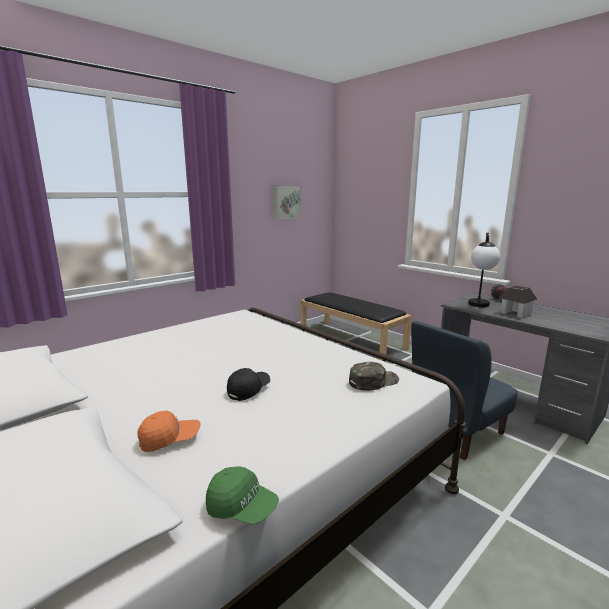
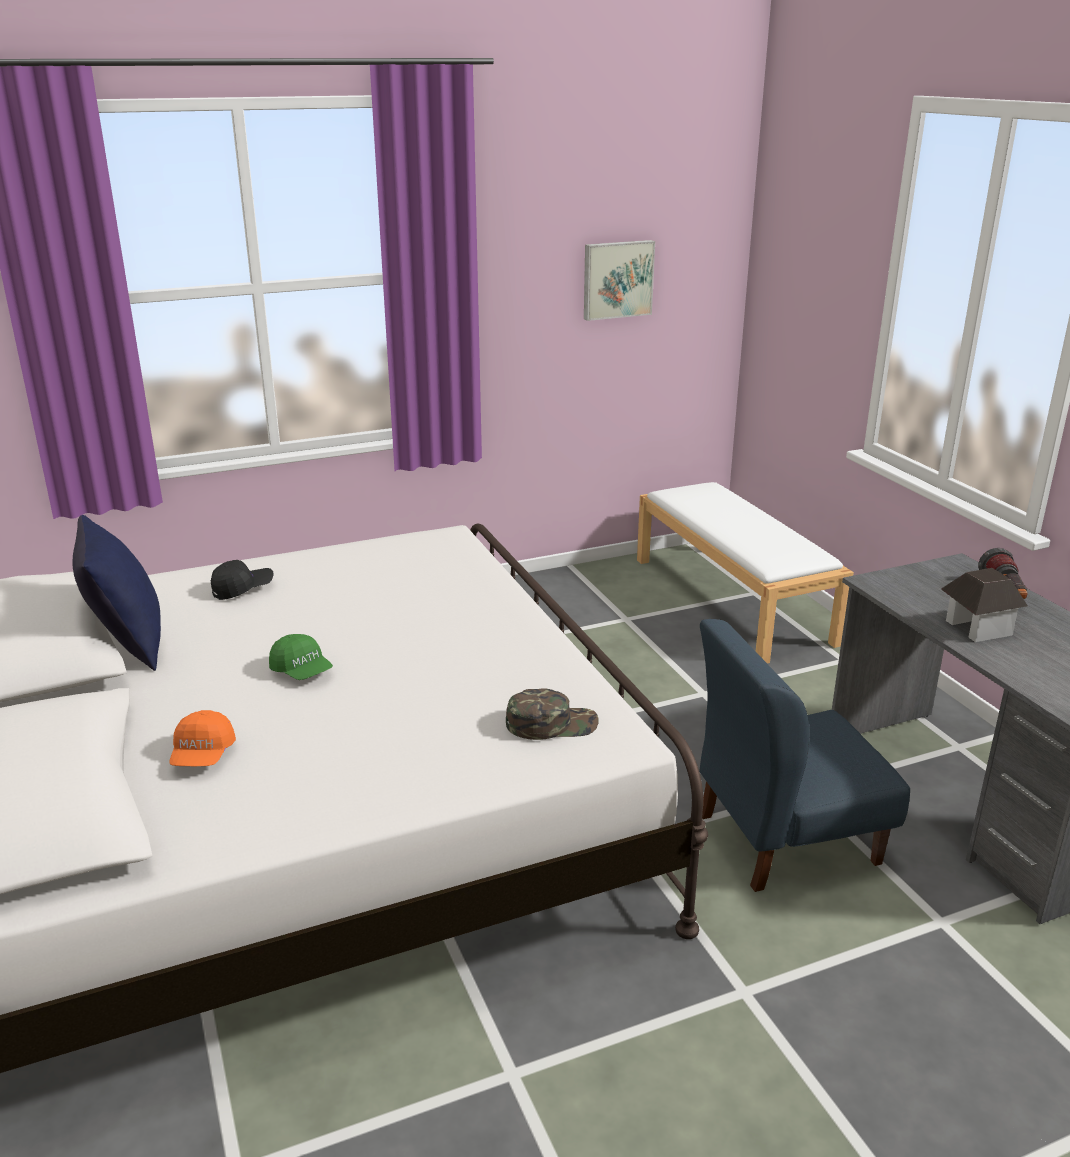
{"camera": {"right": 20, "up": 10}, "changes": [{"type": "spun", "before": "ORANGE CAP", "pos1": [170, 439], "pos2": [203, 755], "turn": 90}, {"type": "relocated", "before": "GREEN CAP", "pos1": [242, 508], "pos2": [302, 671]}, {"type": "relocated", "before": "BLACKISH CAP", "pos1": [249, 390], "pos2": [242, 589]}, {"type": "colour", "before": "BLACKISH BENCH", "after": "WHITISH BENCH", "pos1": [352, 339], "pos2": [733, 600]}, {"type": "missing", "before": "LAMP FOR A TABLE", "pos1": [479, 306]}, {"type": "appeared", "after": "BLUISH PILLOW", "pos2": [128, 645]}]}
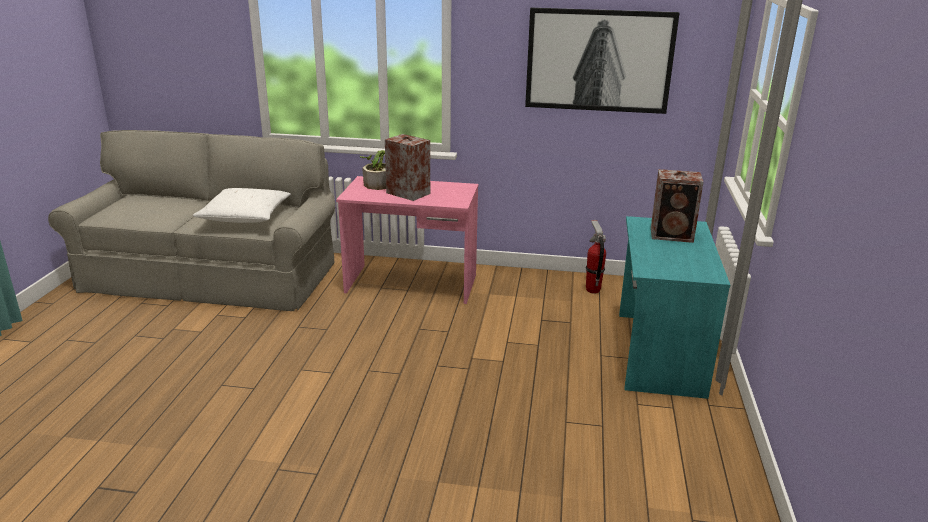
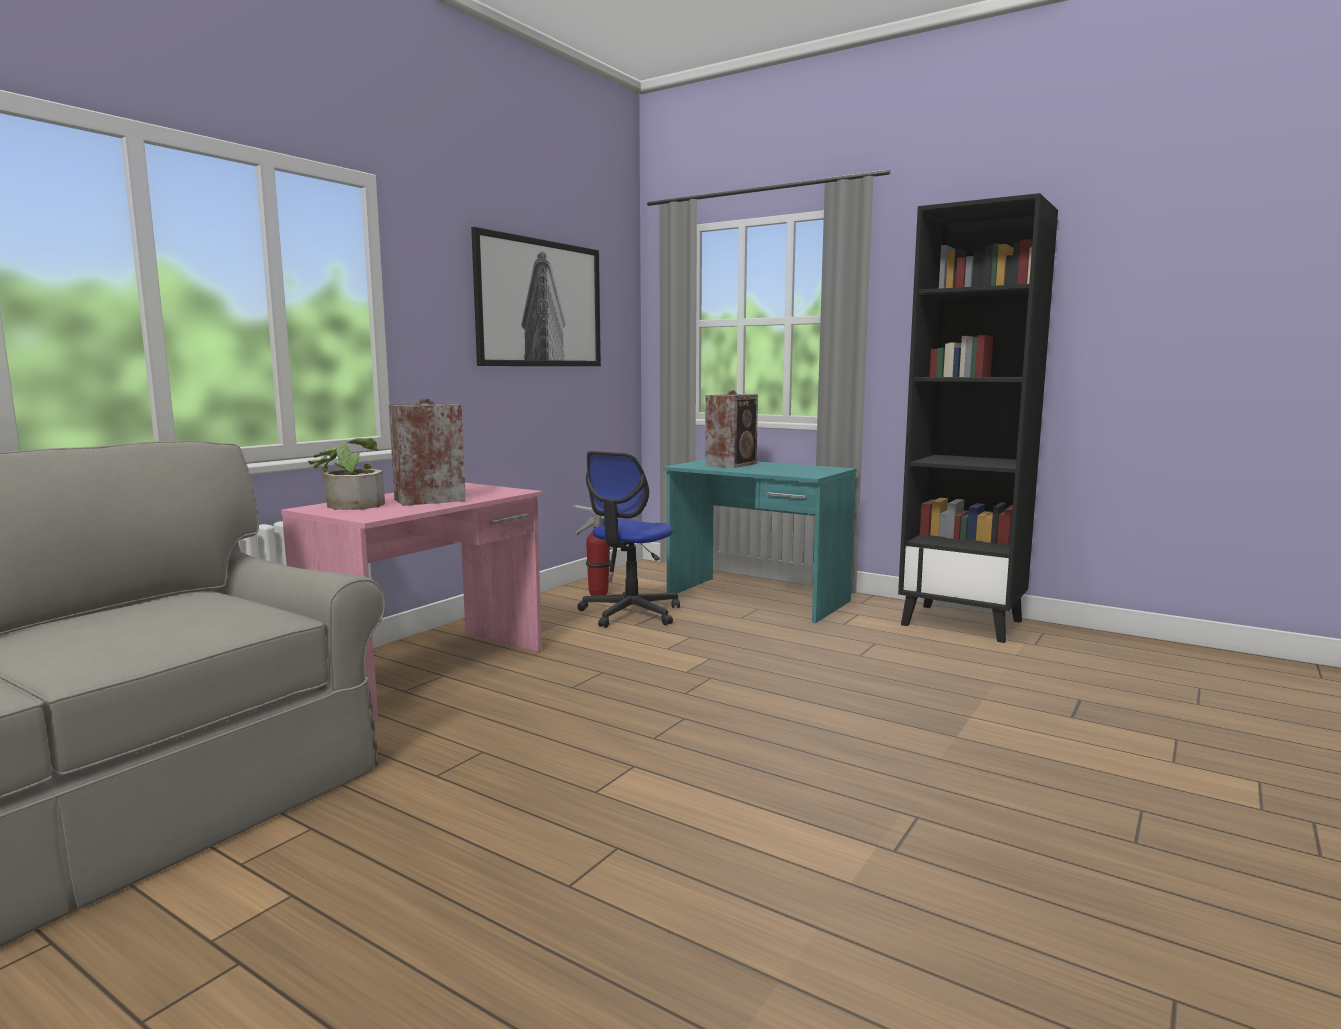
{"camera": {"right": -65, "up": -15}, "changes": [{"type": "missing", "before": "WHITISH PILLOW", "pos1": [245, 216]}, {"type": "appeared", "after": "DESK CHAIR", "pos2": [630, 613]}, {"type": "appeared", "after": "BLACKISH SHELVING UNIT", "pos2": [963, 623]}]}
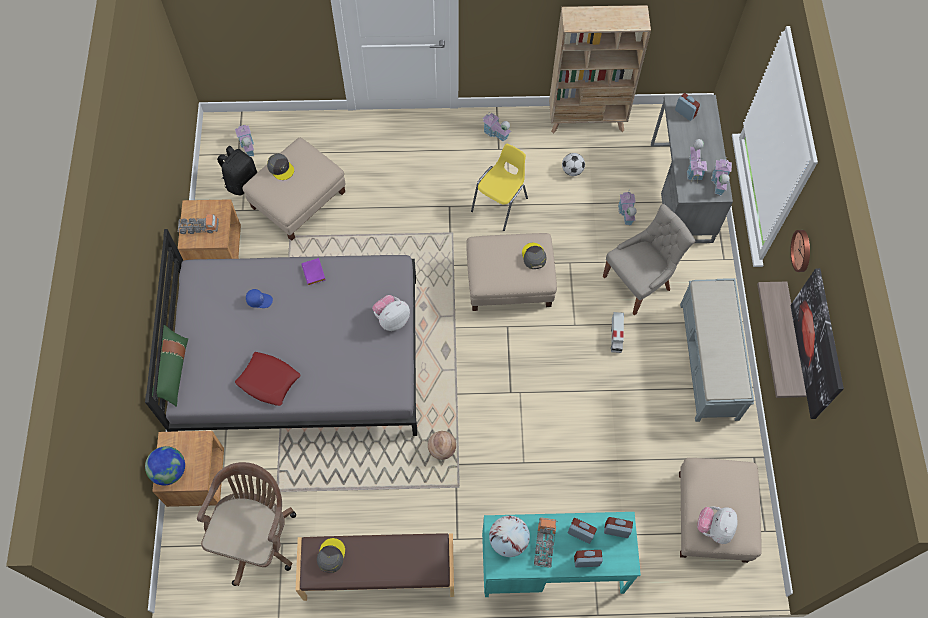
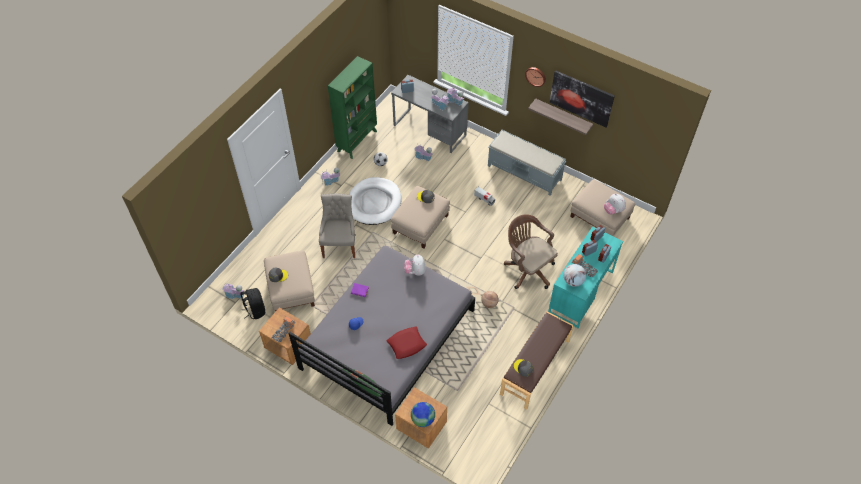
{"camera": {"right": -55, "up": -10}, "changes": [{"type": "relocated", "before": "BROWN DESK CHAIR", "pos1": [256, 535], "pos2": [527, 269]}, {"type": "exchanged", "before": "YELLOWISH PLAIN CHAIR", "after": "WHITISH DOG BED", "pos1": [500, 205], "pos2": [374, 203]}, {"type": "colour", "before": "SAND-COLOURED SHELVING UNIT", "after": "GREEN SHELVING UNIT", "pos1": [587, 120], "pos2": [357, 141]}, {"type": "relocated", "before": "GREY PLAIN CHAIR", "pos1": [638, 283], "pos2": [340, 245]}]}
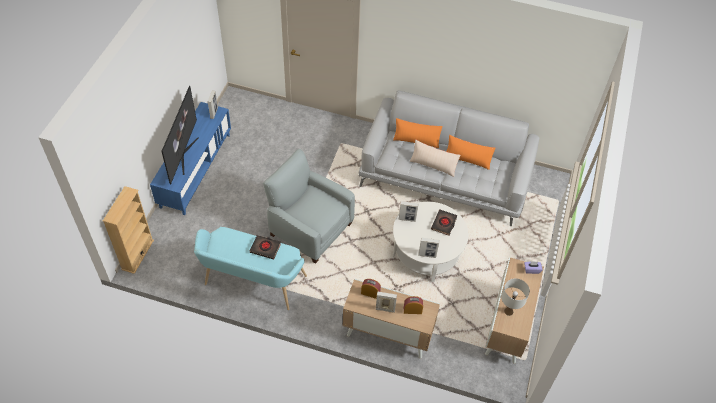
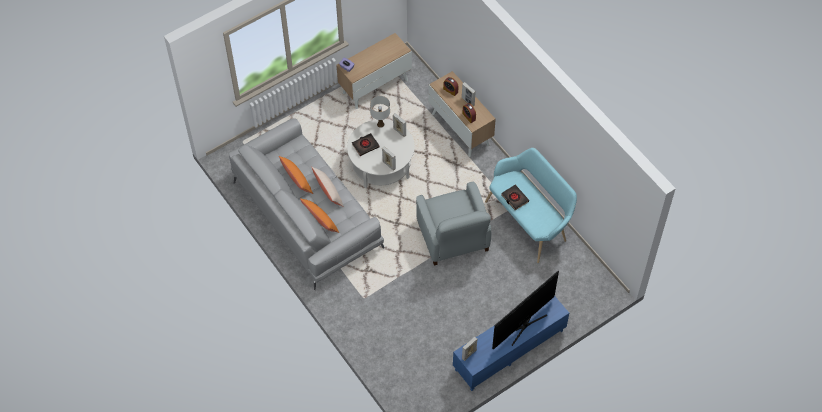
{"camera": {"right": -140, "up": 5}, "changes": [{"type": "missing", "before": "SAND-COLOURED SHELVING UNIT", "pos1": [137, 254]}, {"type": "relocated", "before": "WHITISH LAMP FOR A TABLE", "pos1": [508, 311], "pos2": [380, 124]}]}
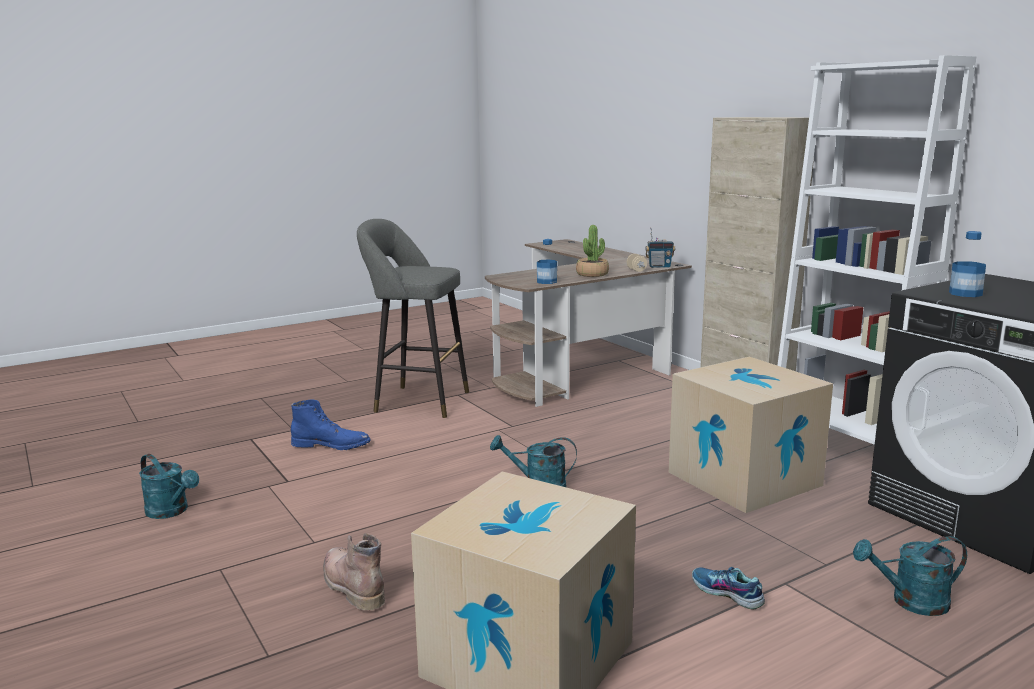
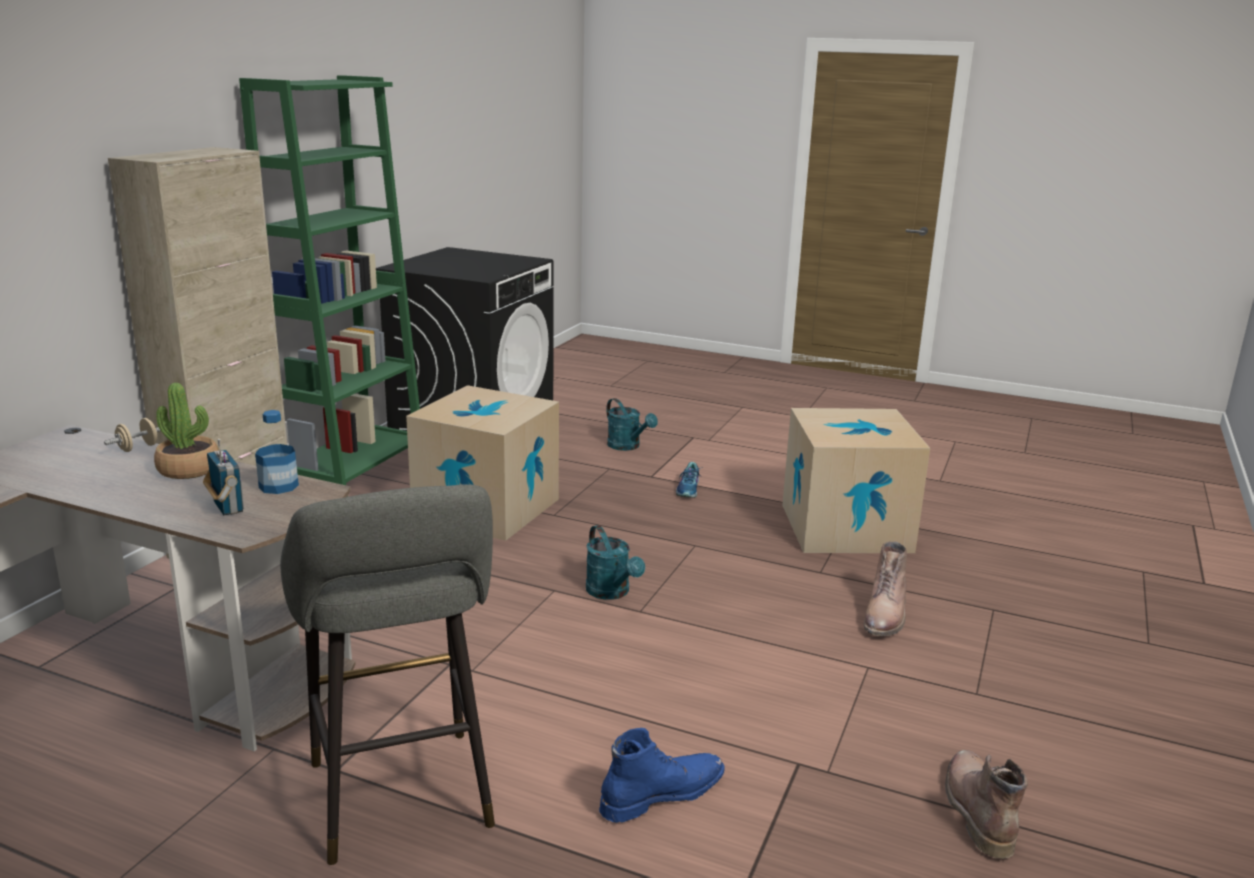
{"camera": {"right": -125, "up": 5}, "changes": [{"type": "exchanged", "before": "TURQUOISE WATERING CAN", "after": "BROWN HIGH-TOP BOOT", "pos1": [171, 511], "pos2": [976, 809]}, {"type": "spun", "before": "BLUISH HIGH-TOP BOOT", "pos1": [331, 445], "pos2": [662, 793], "turn": 90}, {"type": "relocated", "before": "RADIO", "pos1": [659, 266], "pos2": [227, 507]}, {"type": "colour", "before": "WHITISH SHELVING UNIT", "after": "GREEN SHELVING UNIT", "pos1": [843, 444], "pos2": [356, 481]}, {"type": "missing", "before": "DRINK BOTTLE", "pos1": [965, 293]}]}
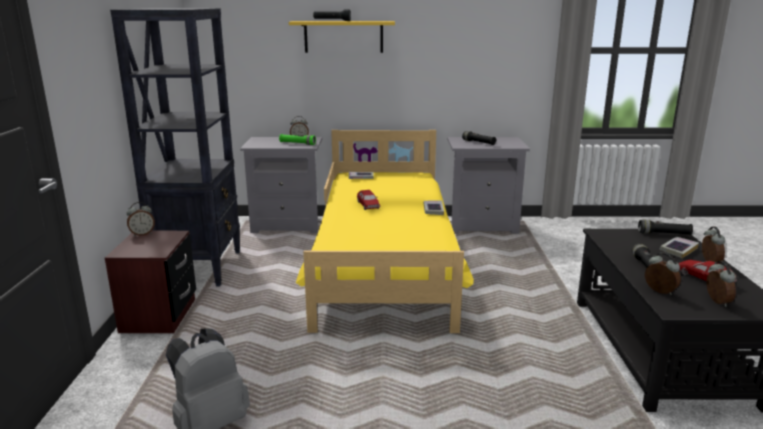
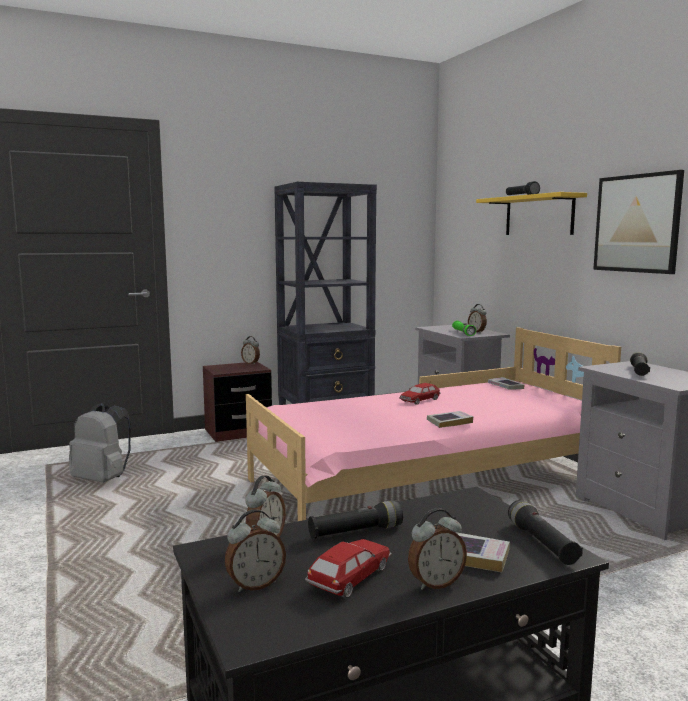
{"camera": {"right": 65, "up": -10}, "changes": [{"type": "colour", "before": "YELLOWISH SLEEPING BED", "after": "PINKISH SLEEPING BED", "pos1": [385, 263], "pos2": [429, 480]}, {"type": "appeared", "after": "PICTURE", "pos2": [637, 223]}]}
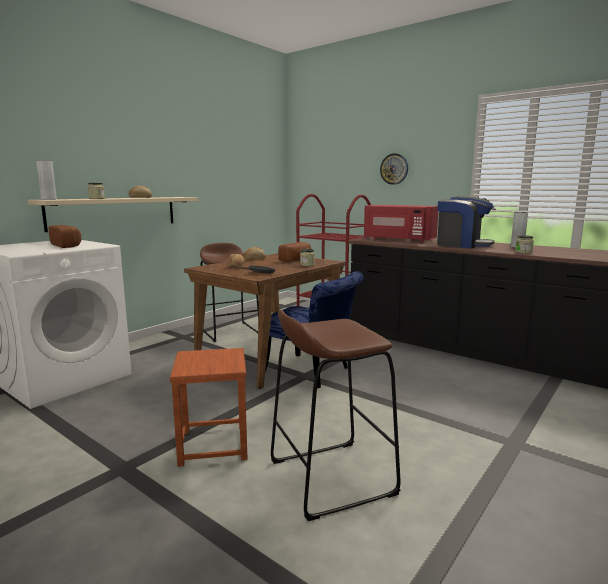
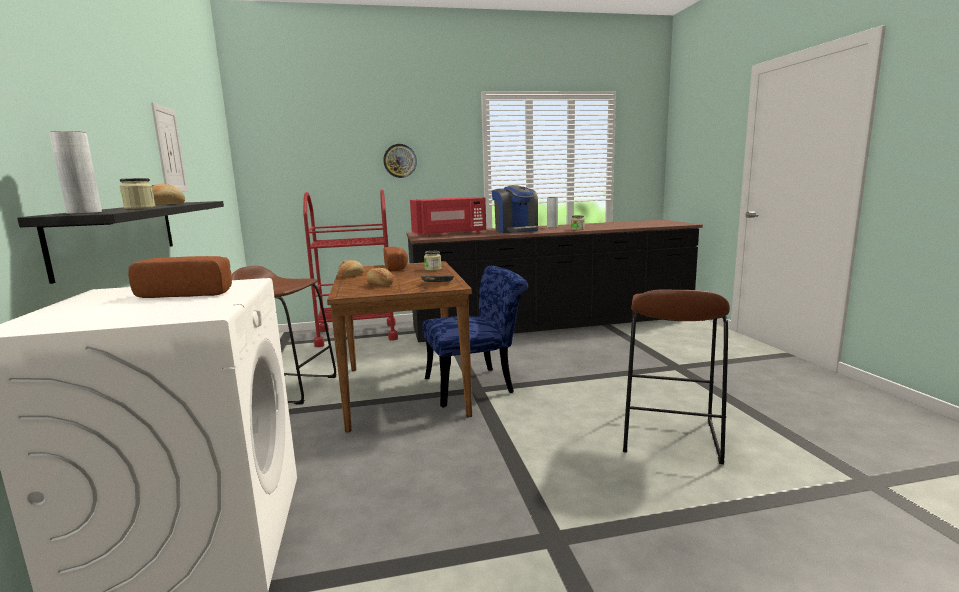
{"camera": {"right": -50, "up": 0}, "changes": [{"type": "colour", "before": "SAND-COLOURED SHELF", "after": "BLACKISH SHELF", "pos1": [114, 212], "pos2": [119, 234]}, {"type": "missing", "before": "BROWN STOOL", "pos1": [213, 445]}, {"type": "spun", "before": "COFFEE MACHINE", "pos1": [463, 245], "pos2": [516, 230], "turn": 90}, {"type": "appeared", "after": "PICTURE", "pos2": [169, 150]}]}
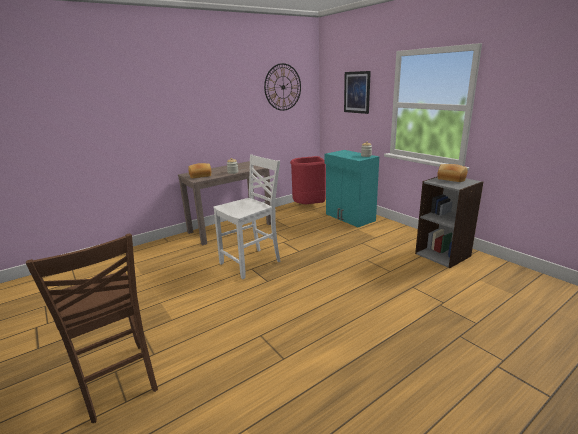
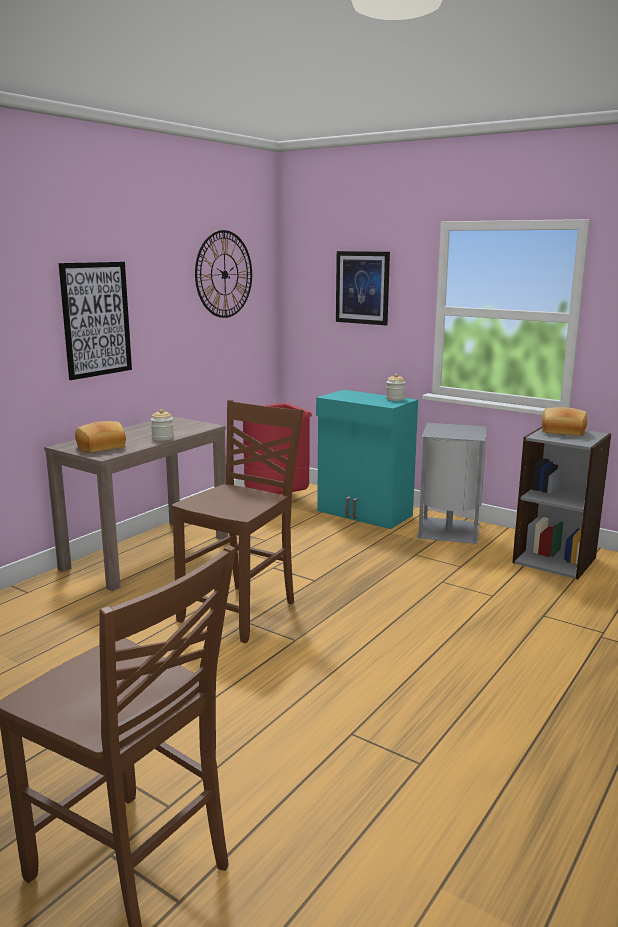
{"camera": {"right": -20, "up": -5}, "changes": [{"type": "colour", "before": "WHITISH PLAIN CHAIR", "after": "BROWN PLAIN CHAIR", "pos1": [252, 263], "pos2": [241, 611]}, {"type": "appeared", "after": "PICTURE", "pos2": [96, 319]}, {"type": "appeared", "after": "GREY WASTE BIN", "pos2": [450, 530]}]}
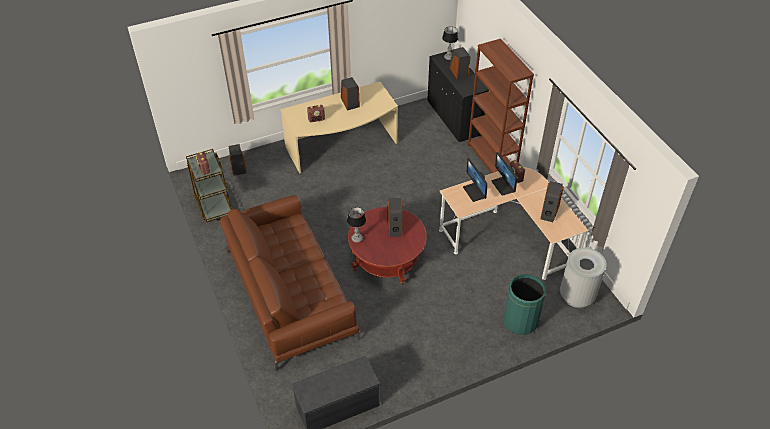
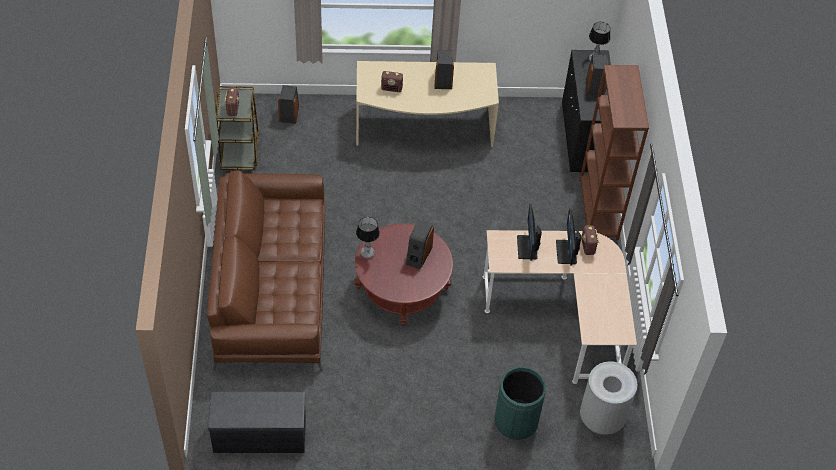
{"camera": {"right": 20, "up": 5}, "changes": [{"type": "missing", "before": "AUDIO SPEAKER", "pos1": [549, 212]}]}
